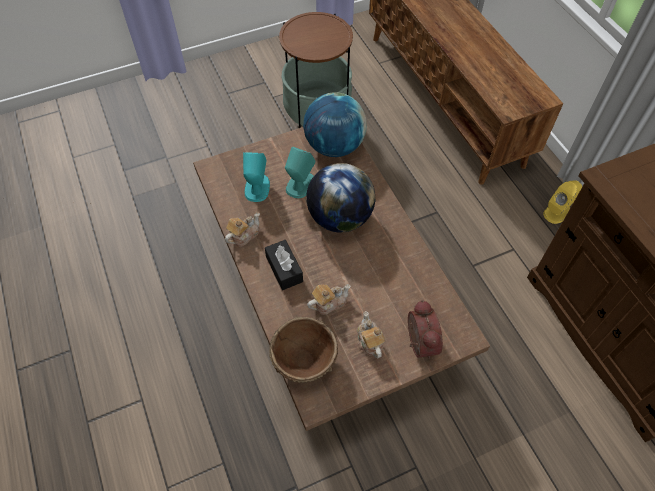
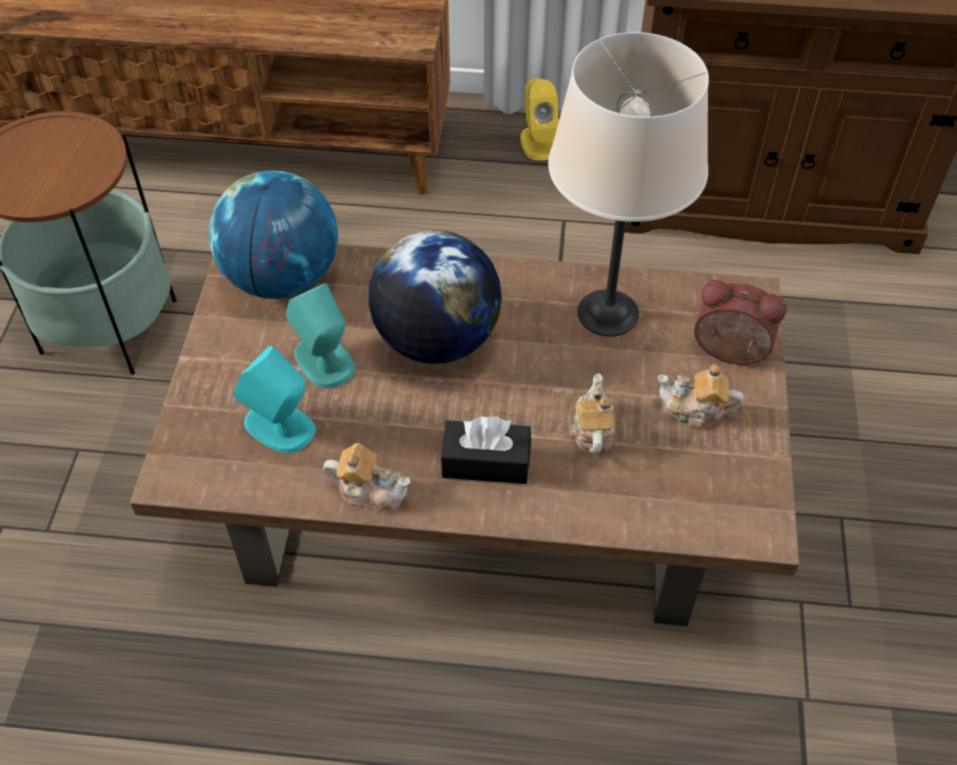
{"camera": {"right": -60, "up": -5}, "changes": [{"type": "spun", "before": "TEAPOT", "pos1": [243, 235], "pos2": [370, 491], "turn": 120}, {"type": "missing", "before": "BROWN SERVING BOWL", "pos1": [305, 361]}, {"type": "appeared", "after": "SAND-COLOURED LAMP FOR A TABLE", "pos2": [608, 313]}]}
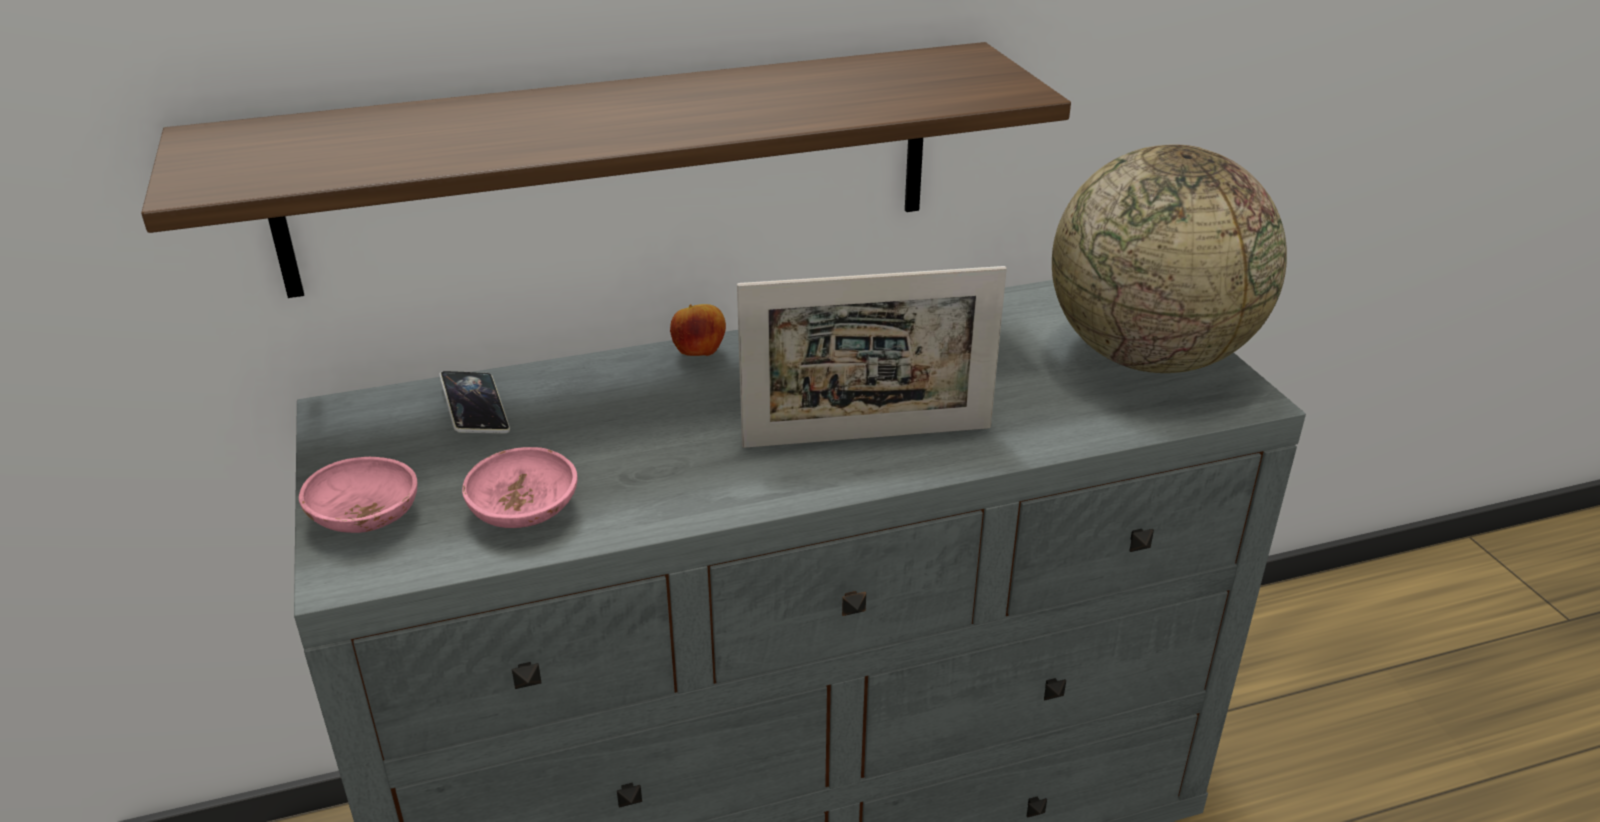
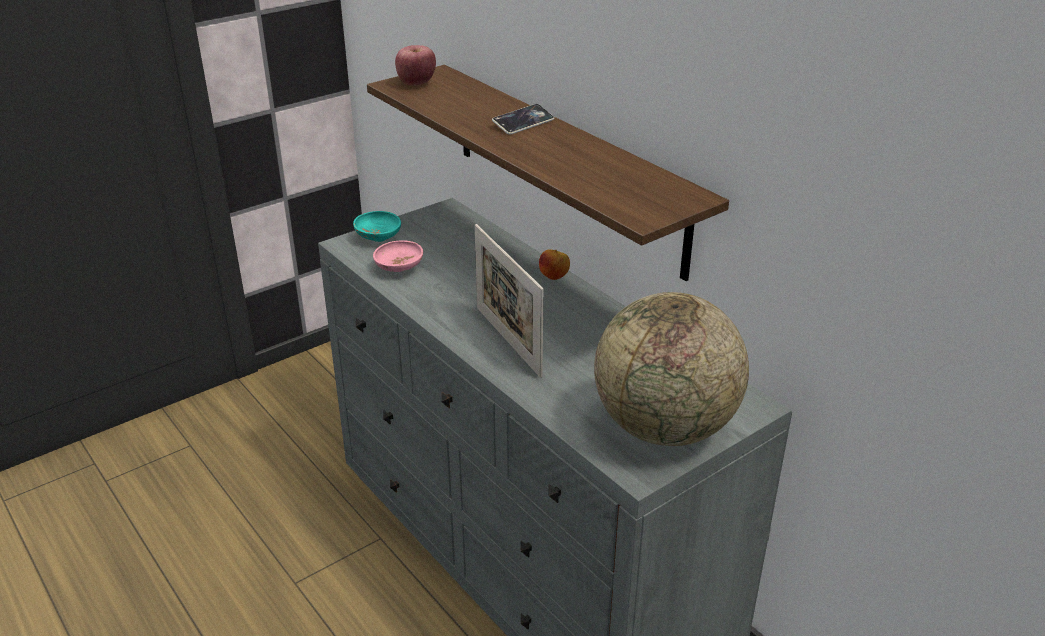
{"camera": {"right": 70, "up": 0}, "changes": [{"type": "colour", "before": "PINKISH SERVING BOWL", "after": "TURQUOISE SERVING BOWL", "pos1": [365, 519], "pos2": [378, 237]}, {"type": "relocated", "before": "HANDSET", "pos1": [475, 409], "pos2": [523, 123]}, {"type": "appeared", "after": "APPLE", "pos2": [416, 83]}]}
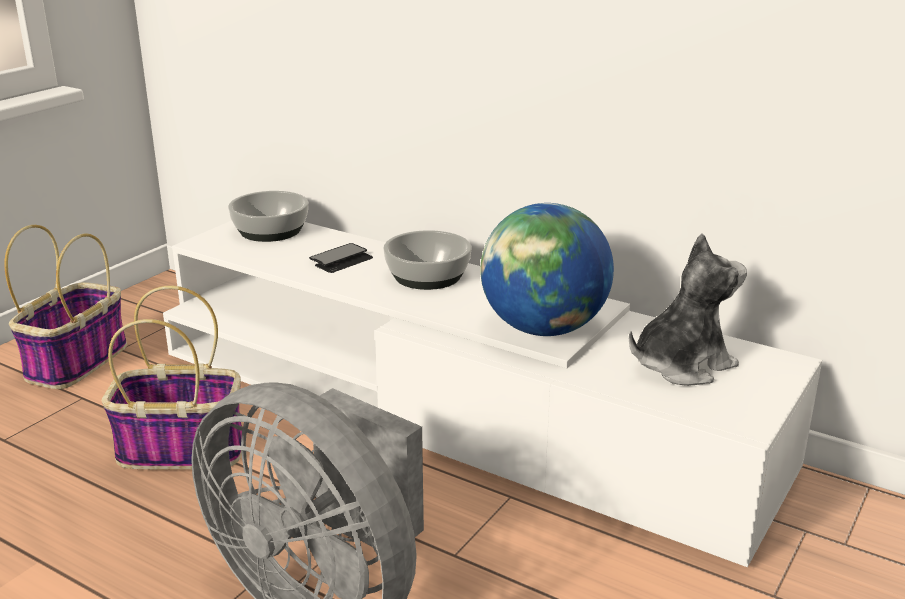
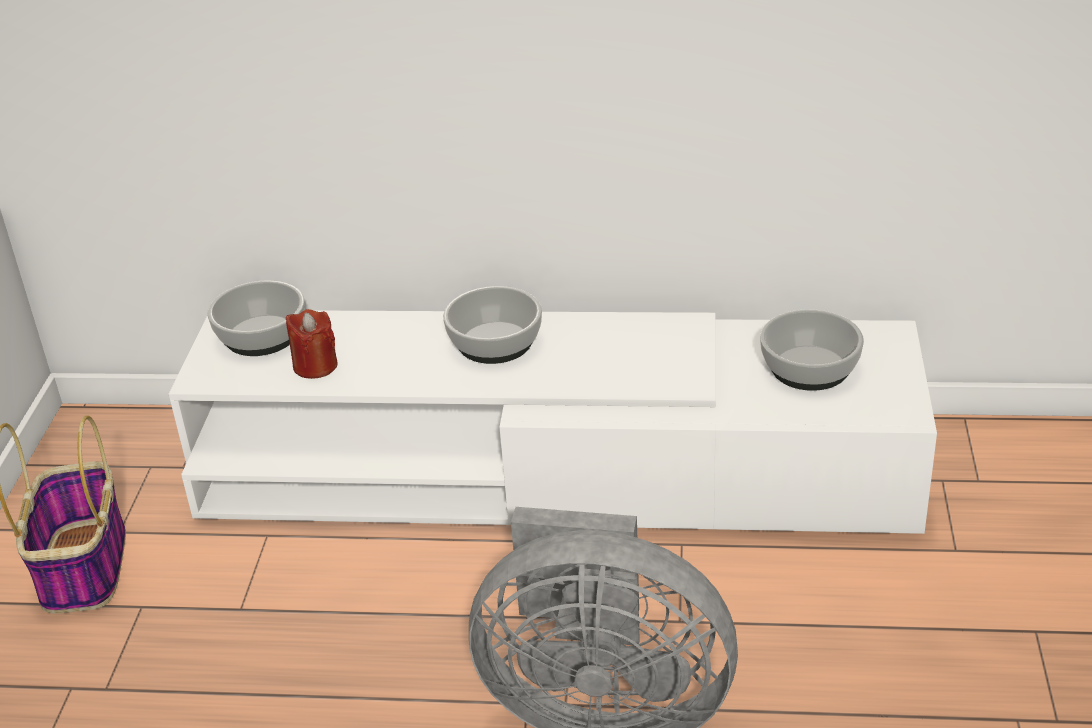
{"camera": {"right": -25, "up": 10}, "changes": [{"type": "missing", "before": "HOUSEHOLD BASKET", "pos1": [184, 449]}, {"type": "missing", "before": "HANDSET", "pos1": [341, 260]}, {"type": "missing", "before": "DESK GLOBE", "pos1": [543, 329]}, {"type": "exchanged", "before": "PLUSH TOY", "after": "SERVING BOWL", "pos1": [681, 365], "pos2": [808, 368]}, {"type": "appeared", "after": "RED CANDLE", "pos2": [315, 366]}]}
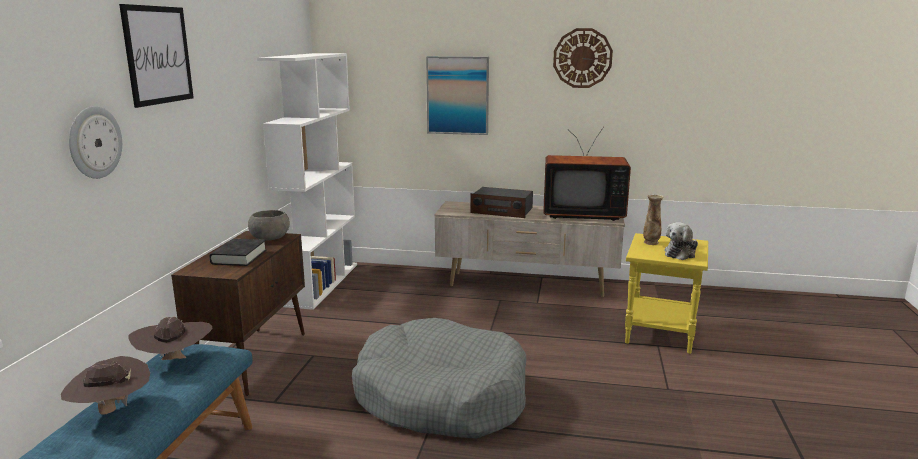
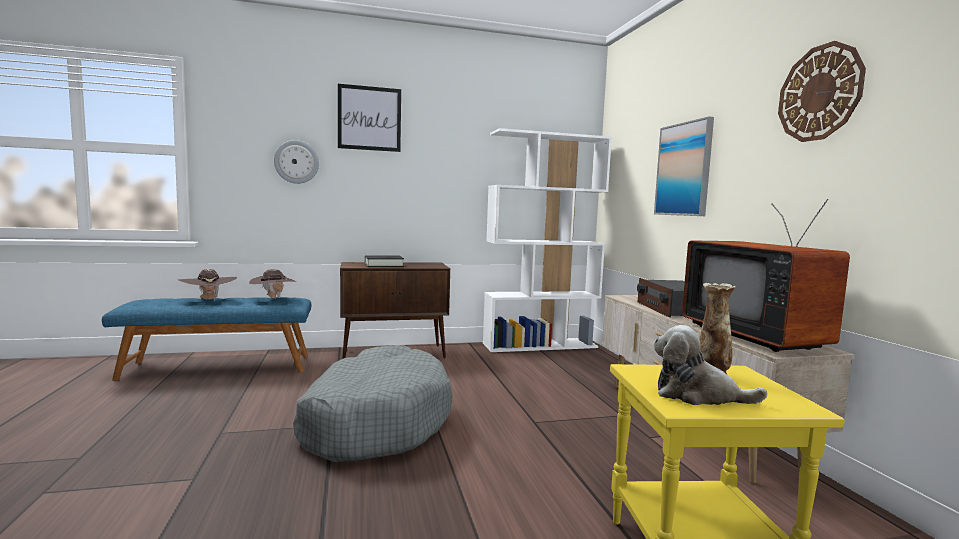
{"camera": {"right": 65, "up": -10}, "changes": [{"type": "missing", "before": "GREY SERVING BOWL", "pos1": [270, 238]}]}
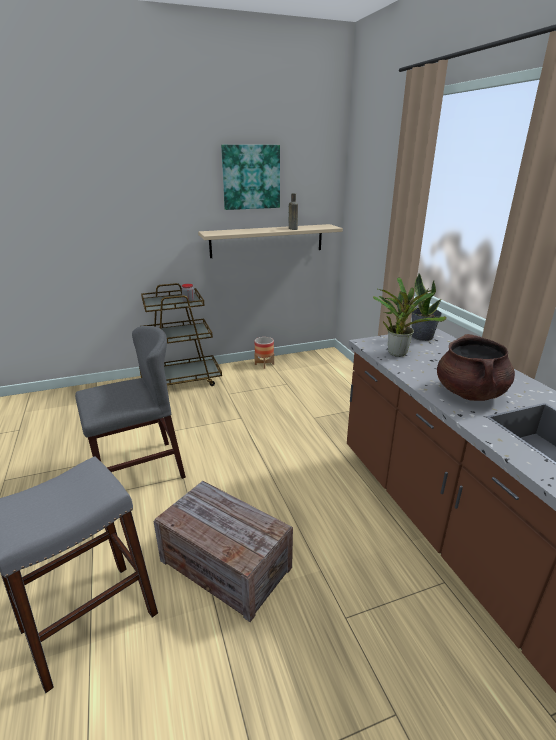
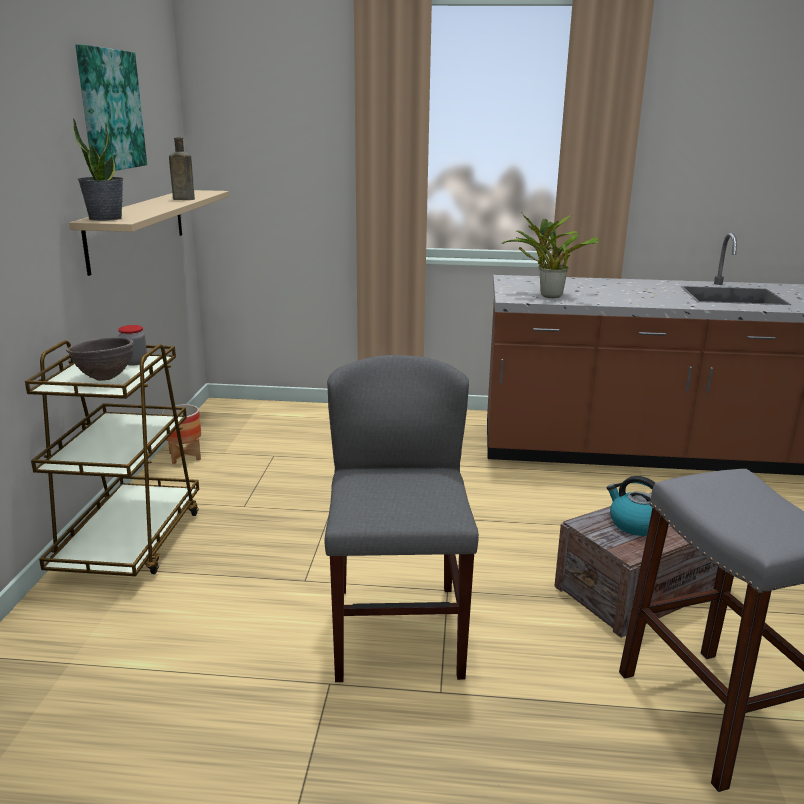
{"camera": {"right": -65, "up": -5}, "changes": [{"type": "relocated", "before": "PLANT IN A POT", "pos1": [422, 336], "pos2": [105, 218]}, {"type": "missing", "before": "BROWN COOKING POT", "pos1": [470, 393]}, {"type": "appeared", "after": "BROWN SERVING BOWL", "pos2": [105, 378]}, {"type": "appeared", "after": "WATER KETTLE", "pos2": [635, 524]}]}
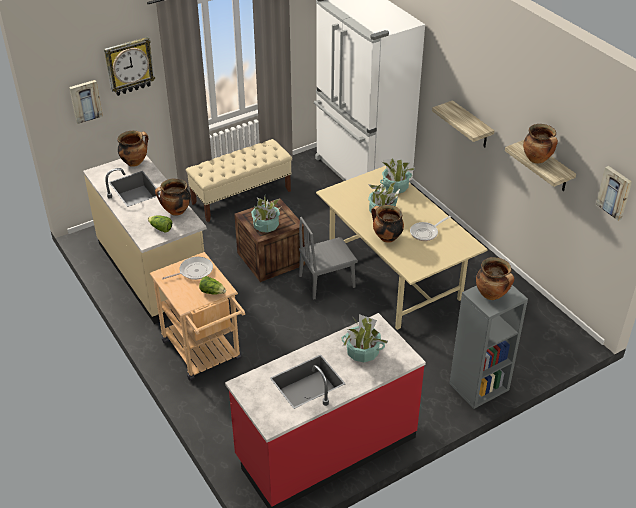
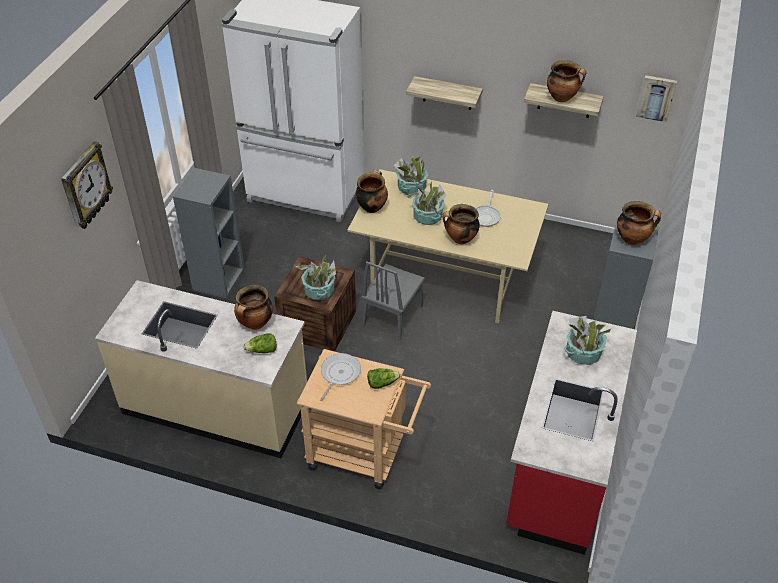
{"camera": {"right": -40, "up": 5}, "changes": [{"type": "missing", "before": "PICTURE", "pos1": [85, 101]}, {"type": "relocated", "before": "COOKING POT", "pos1": [135, 162], "pos2": [371, 207]}, {"type": "exchanged", "before": "SAND-COLOURED BENCH", "after": "GREY SHELVING UNIT", "pos1": [241, 197], "pos2": [218, 279]}]}
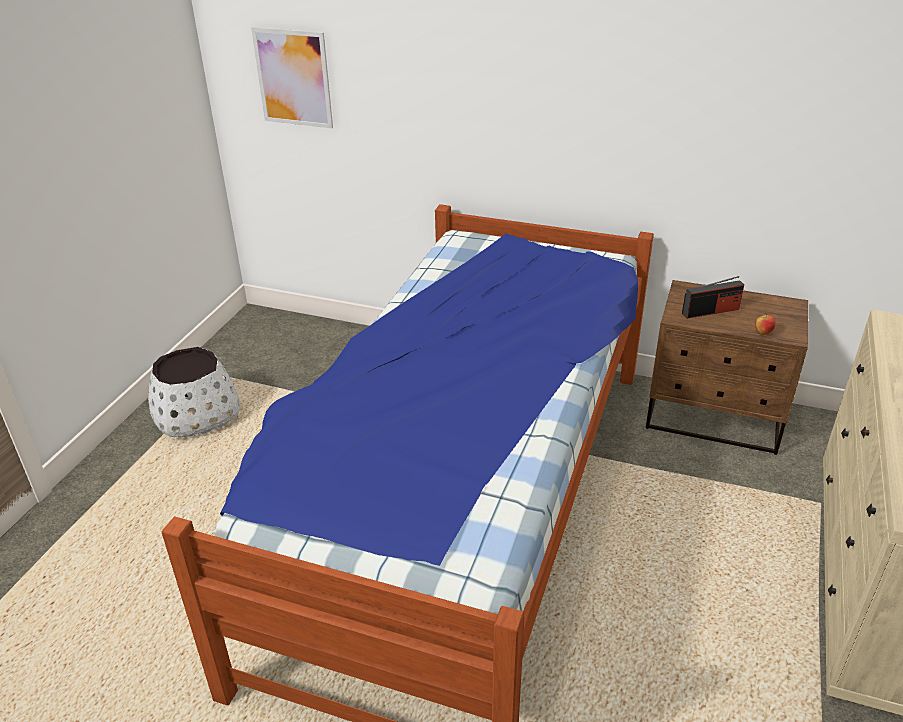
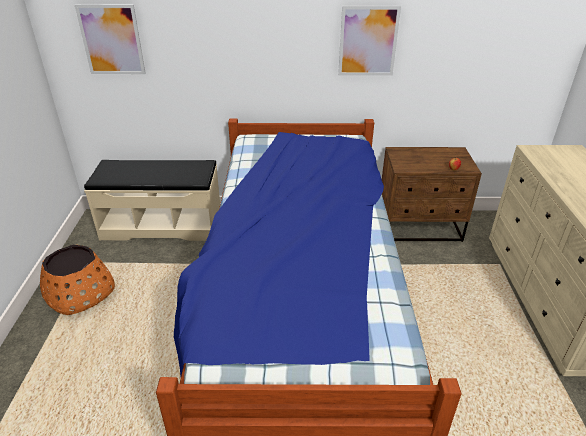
{"camera": {"right": -20, "up": 0}, "changes": [{"type": "colour", "before": "WHITISH PLANT POT", "after": "ORANGE PLANT POT", "pos1": [196, 414], "pos2": [80, 294]}, {"type": "missing", "before": "RADIO", "pos1": [710, 311]}, {"type": "appeared", "after": "SAND-COLOURED BENCH", "pos2": [162, 225]}, {"type": "appeared", "after": "PICTURE", "pos2": [368, 41]}]}
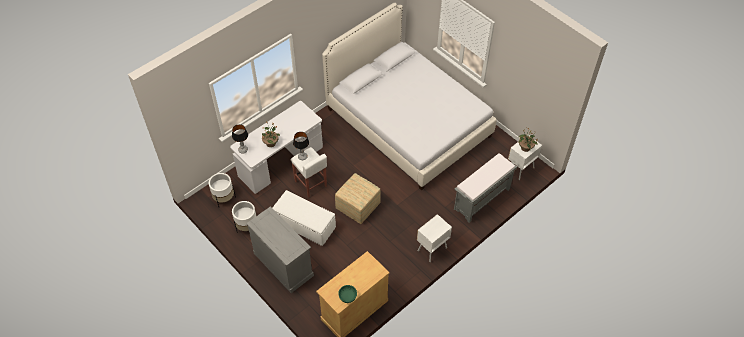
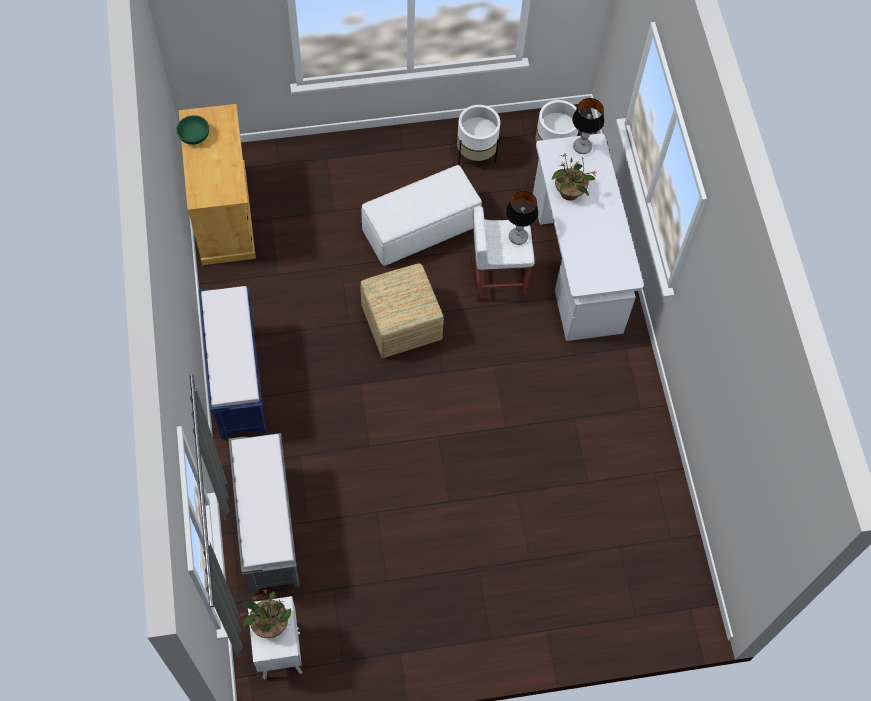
{"camera": {"right": 120, "up": 10}, "changes": [{"type": "missing", "before": "GREY CHEST OF DRAWERS", "pos1": [283, 264]}, {"type": "missing", "before": "WHITISH SLEEPING BED", "pos1": [407, 122]}, {"type": "exchanged", "before": "WHITISH BEDSIDE TABLE", "after": "BLUISH BENCH", "pos1": [431, 249], "pos2": [237, 380]}]}
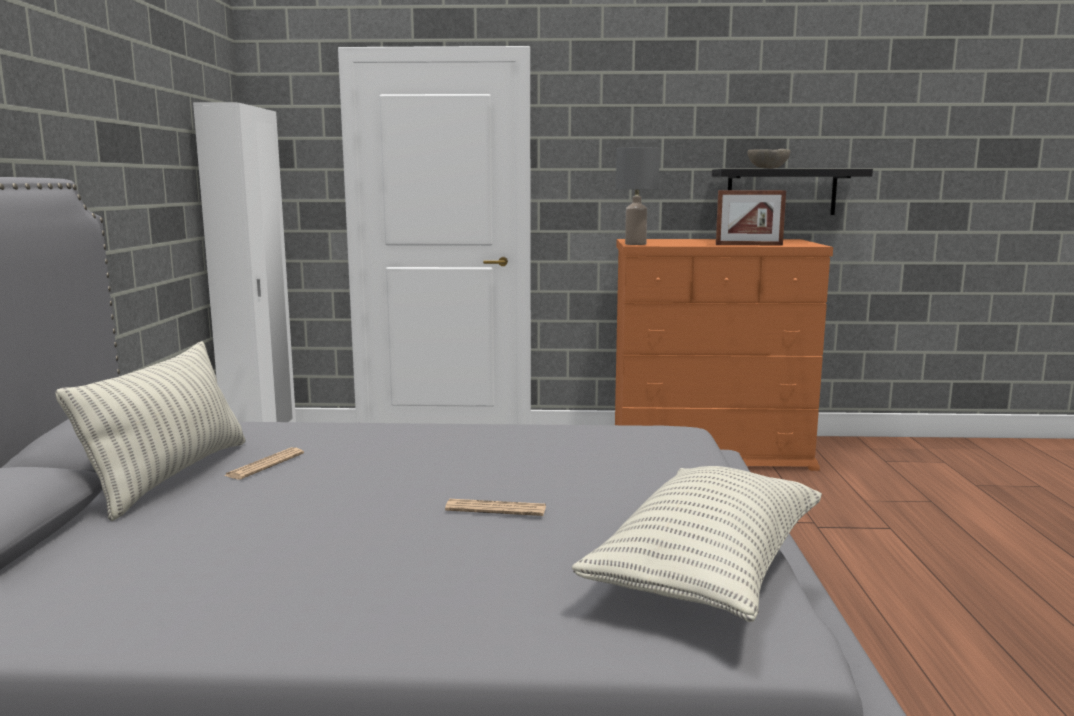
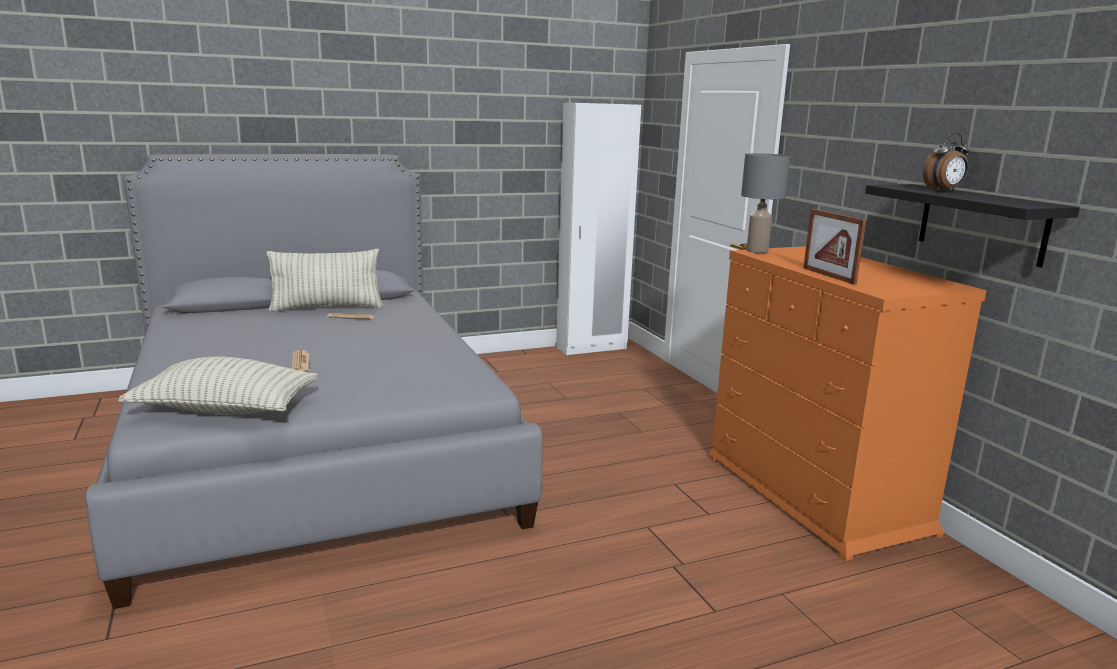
{"camera": {"right": 65, "up": 5}, "changes": [{"type": "exchanged", "before": "SAND-COLOURED SERVING BOWL", "after": "BEDSIDE CLOCK", "pos1": [767, 168], "pos2": [943, 190]}]}
